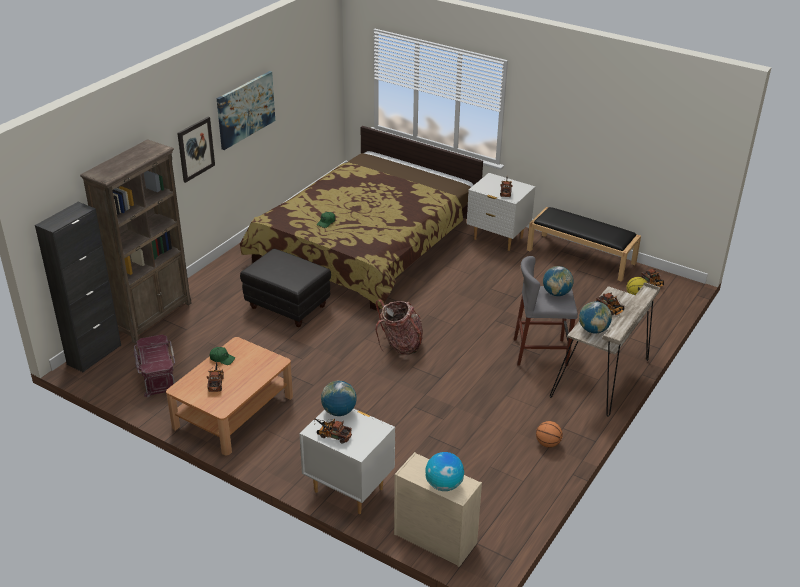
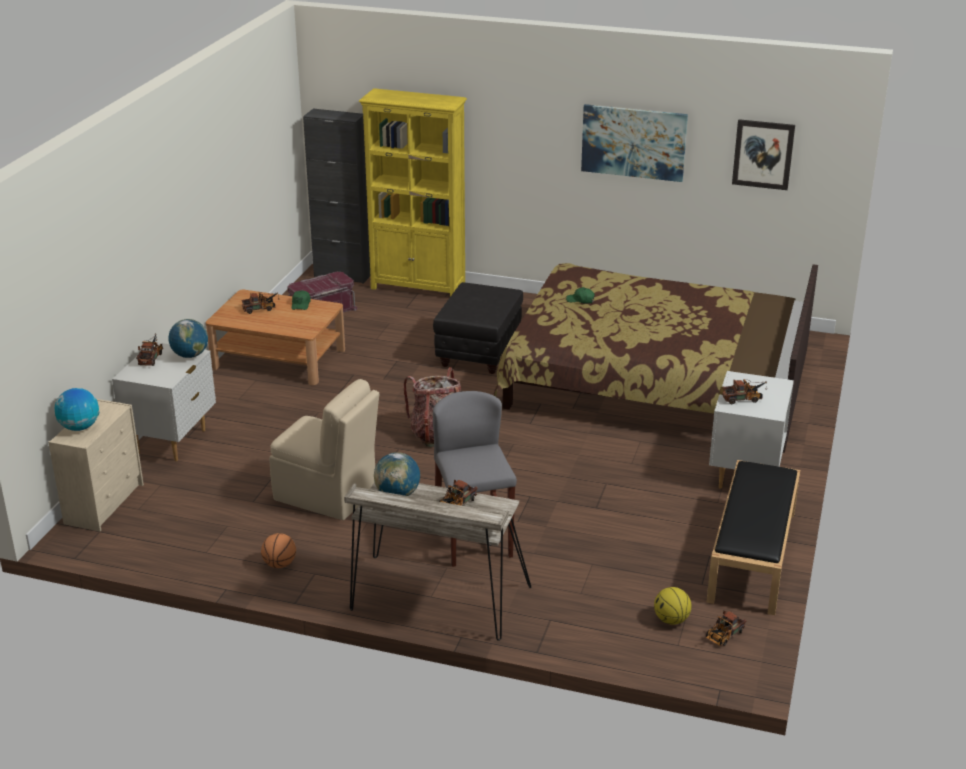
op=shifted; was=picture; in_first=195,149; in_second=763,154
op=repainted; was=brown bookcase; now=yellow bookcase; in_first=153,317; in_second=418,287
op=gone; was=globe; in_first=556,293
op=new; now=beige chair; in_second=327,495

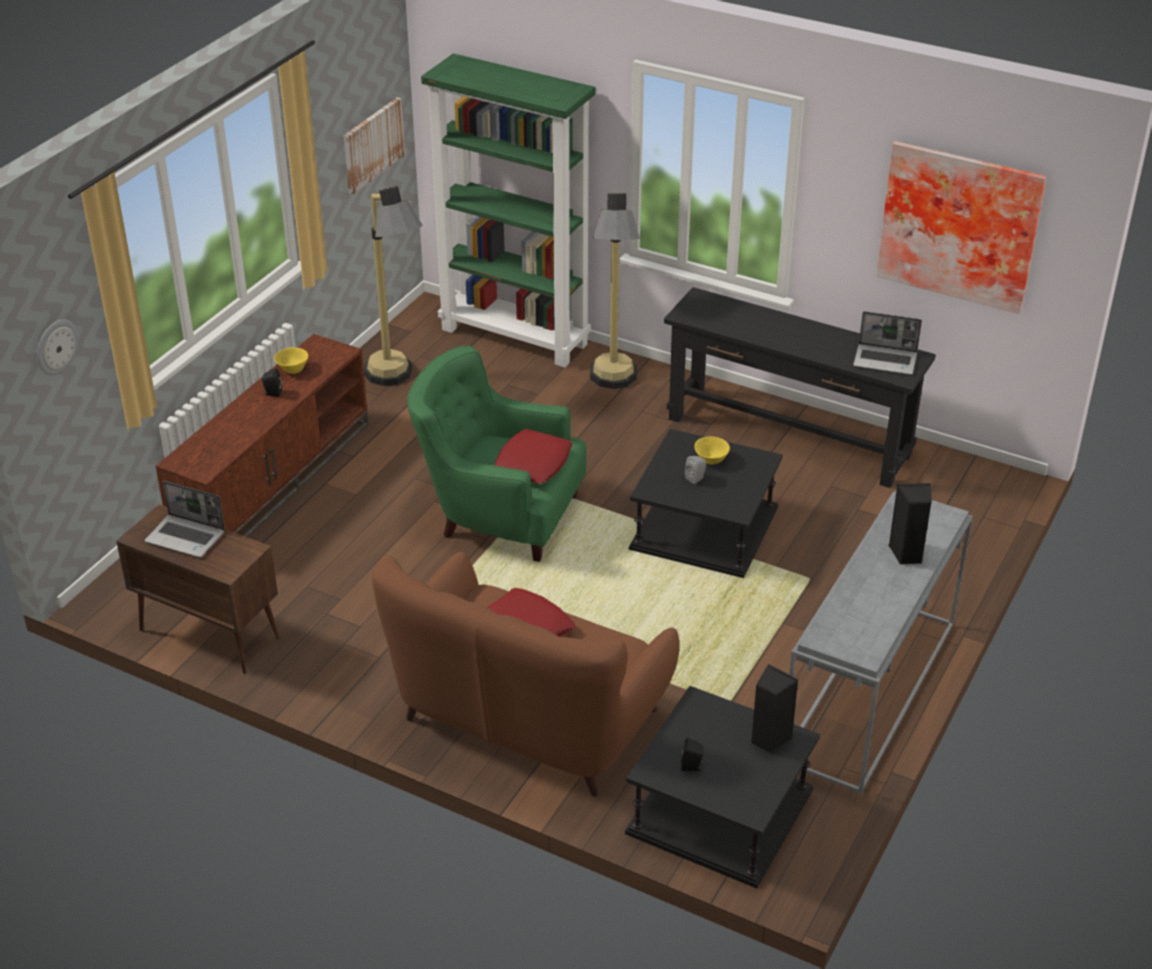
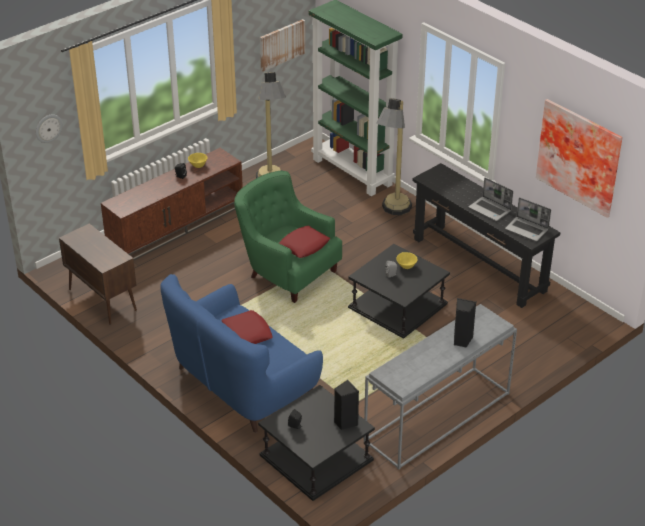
op=shifted; was=laptop; in_first=186,537; in_second=490,209
op=repainted; was=brown sofa; now=blue sofa; in_first=527,718; in_second=242,383

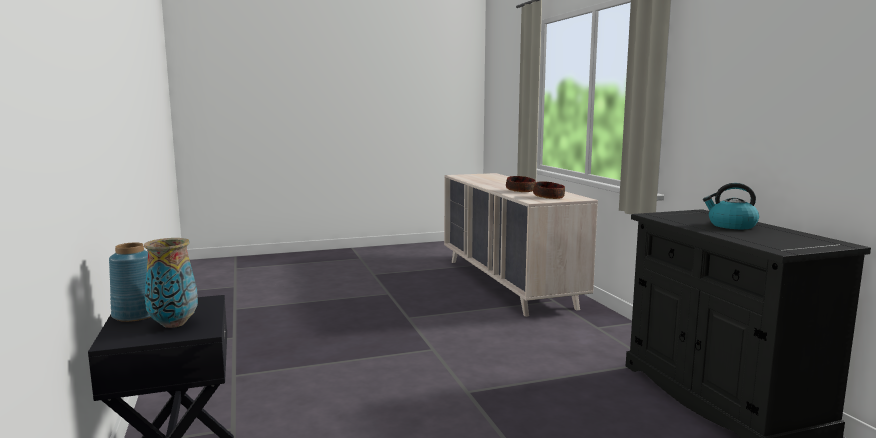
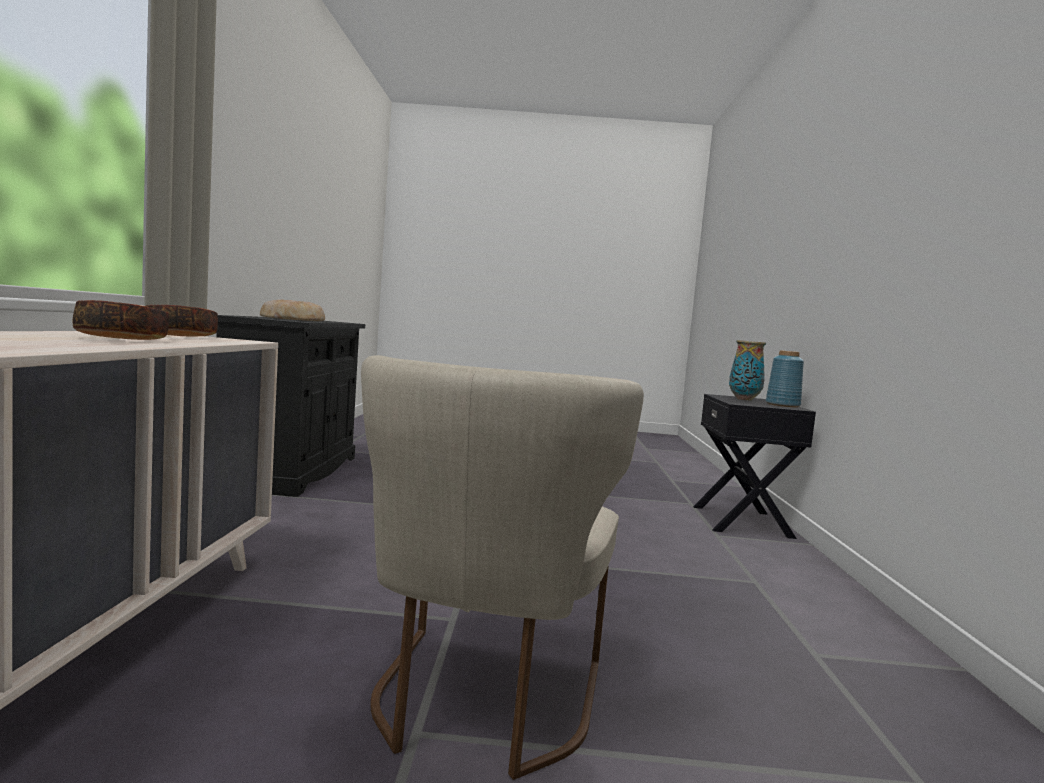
op=swapped; was=kettle; now=bread; in_first=731,225; in_second=292,319
op=new; now=beige chair; in_second=480,705

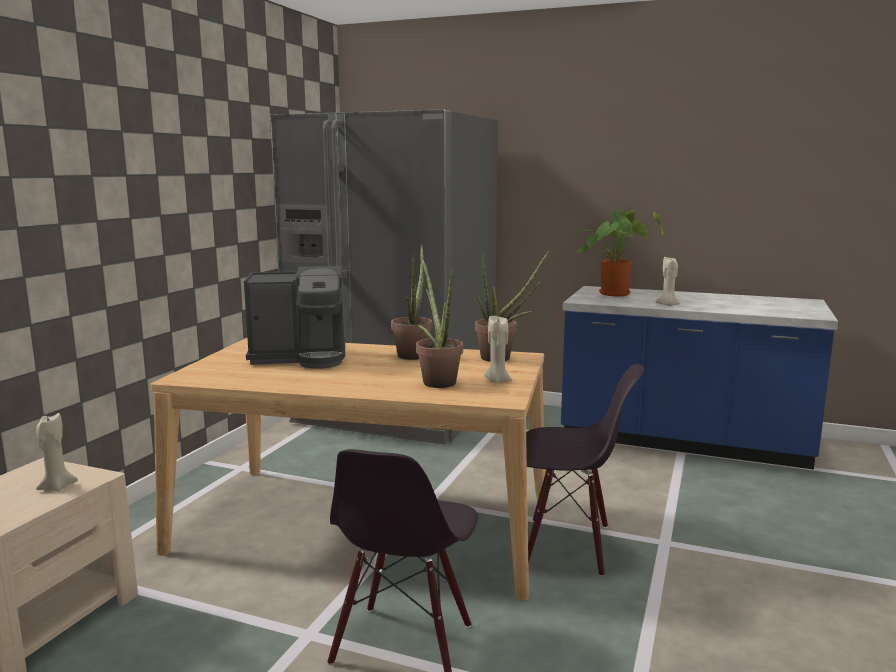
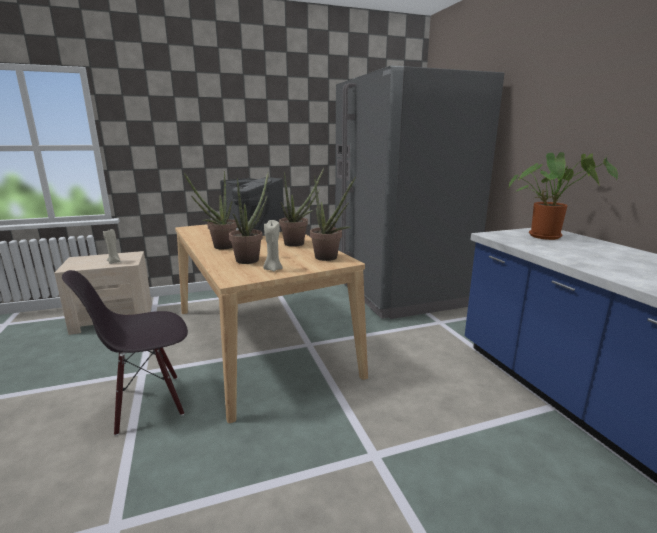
op=gone; was=beige candle; in_first=667,305
op=gone; was=black chair; in_first=567,545
op=new; now=potted plant; in_second=220,247

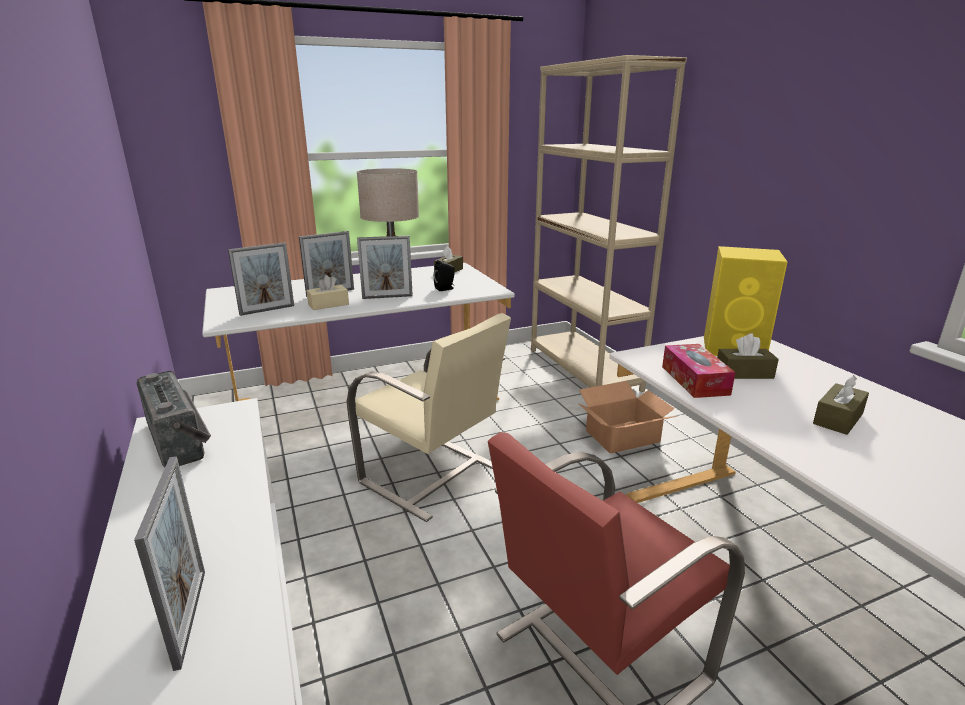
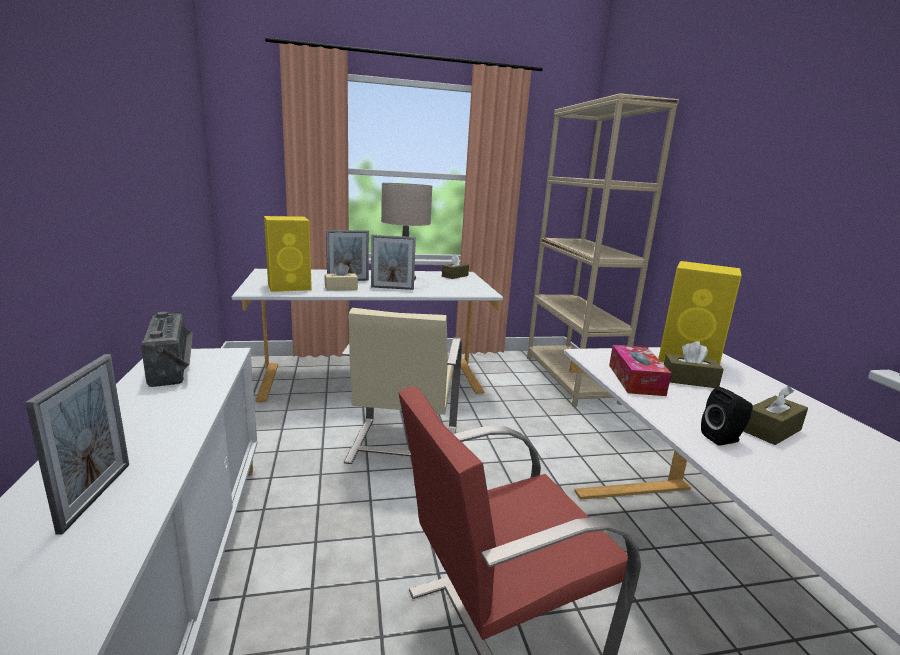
op=swapped; was=picture frame; now=yellow speaker; in_first=267,310; in_second=290,286
op=shifted; was=black speaker; in_first=445,289; in_second=723,439
op=rotated; was=beige chair; in_first=432,476; in_second=402,446; clockwise=45
op=gone; was=cardboard box; in_first=623,436

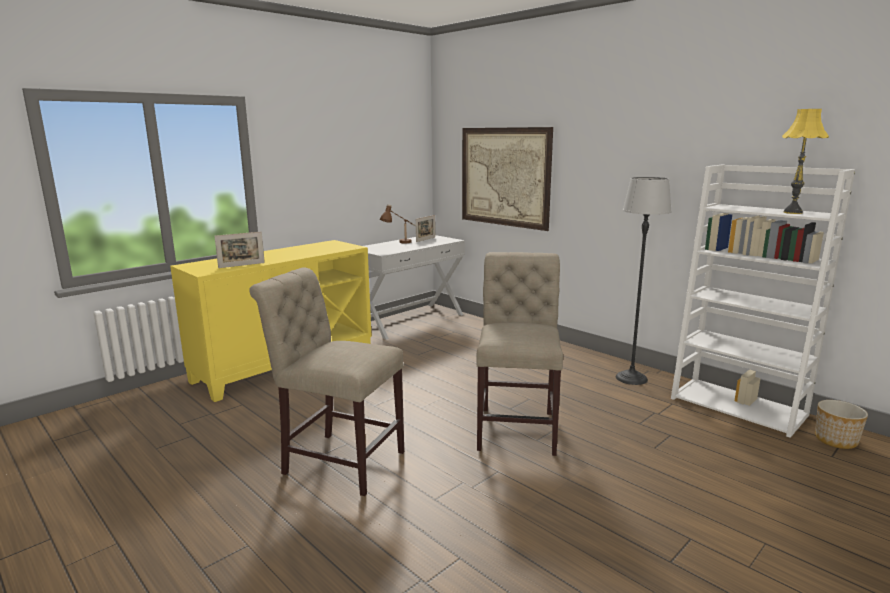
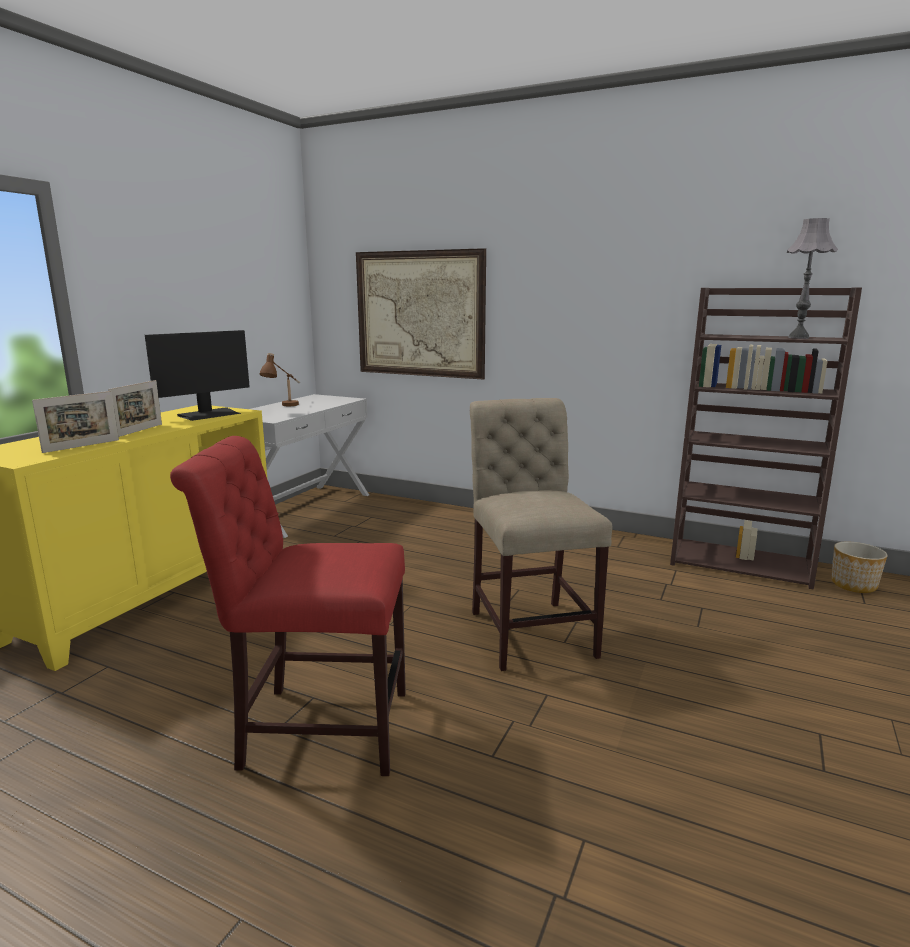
op=repainted; was=yellow table lamp; now=grey table lamp; in_first=792,212; in_second=798,338
op=repainted; was=white bookcase; now=brown bookcase; in_first=739,407; in_second=741,563
op=gone; was=floor lamp; in_first=631,378
op=shifted; was=picture frame; in_first=425,239; in_second=139,430
op=repainted; was=beige chair; now=red chair; in_first=338,460; in_second=316,727
op=new; now=monitor; in_second=209,414

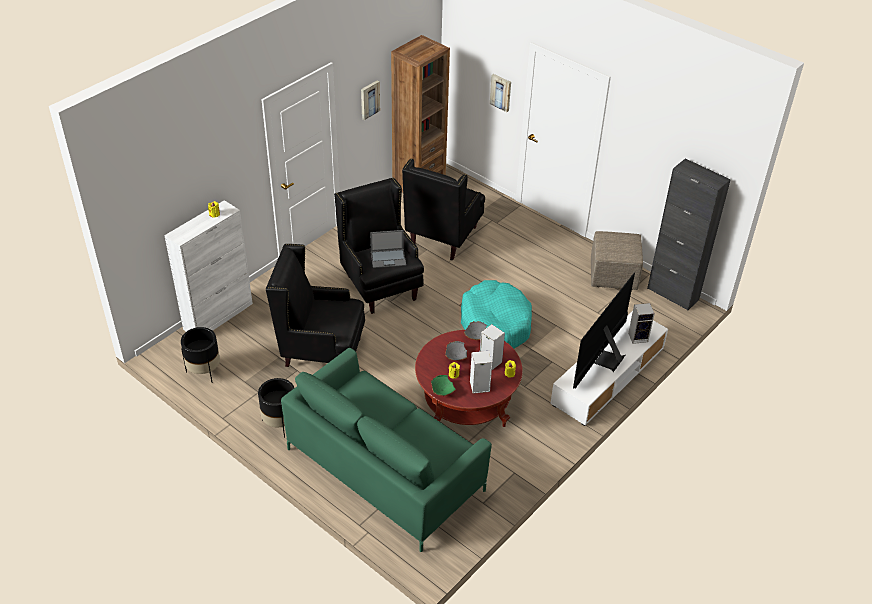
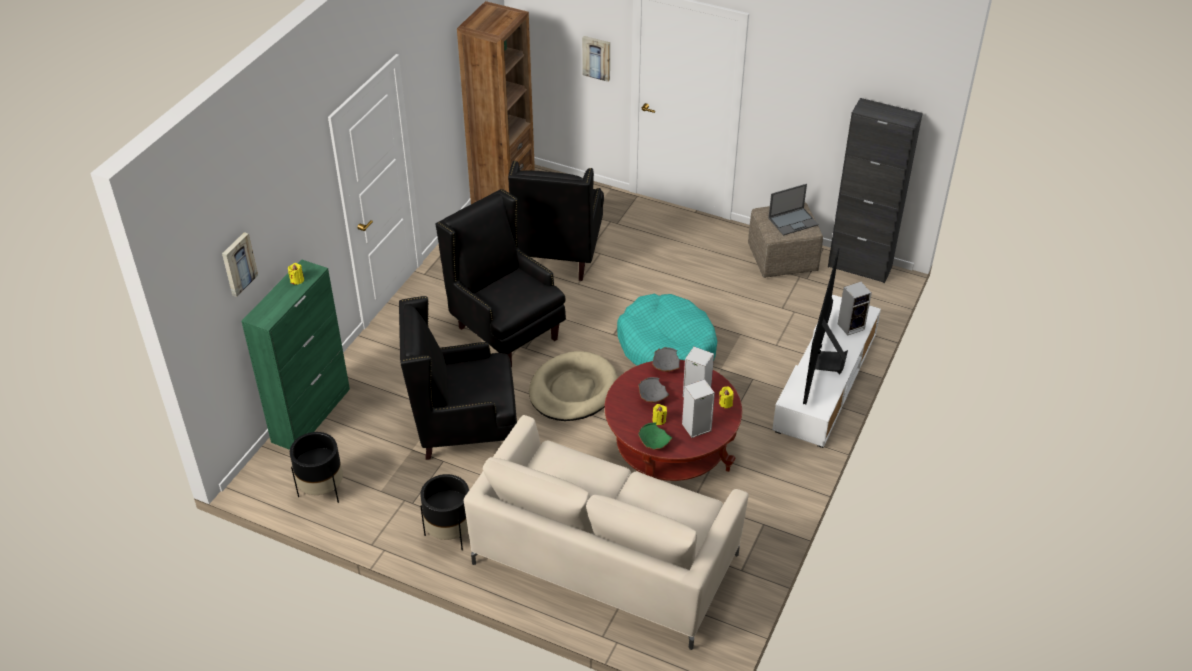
op=shifted; was=picture; in_first=369,99; in_second=238,263
op=repainted; was=white cabinet; now=green cabinet; in_first=218,316; in_second=311,415
op=shifted; was=laptop; in_first=388,258; in_second=793,221
op=repainted; was=green sofa; now=beige sofa; in_first=385,469; in_second=605,559
op=new; now=beige dog bed; in_second=573,390

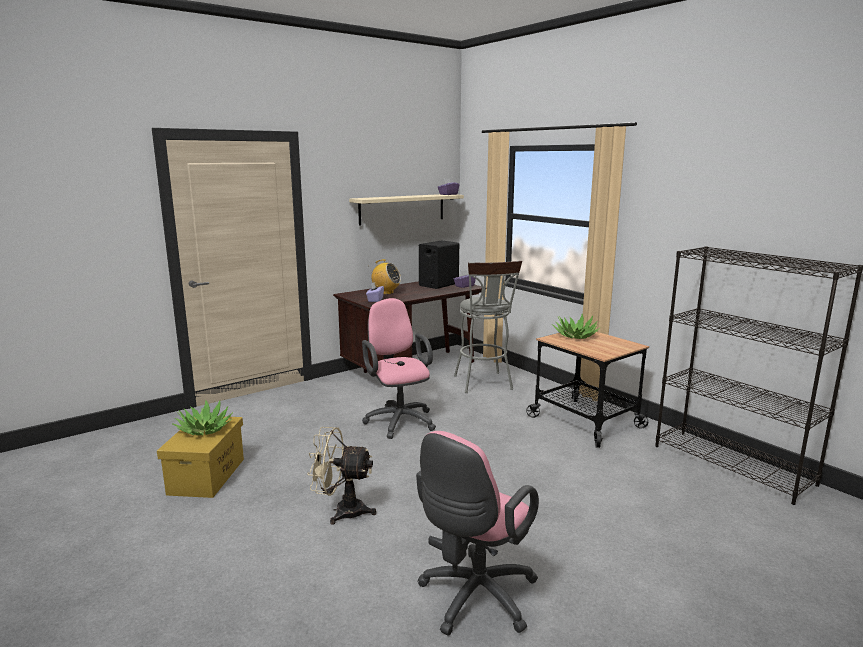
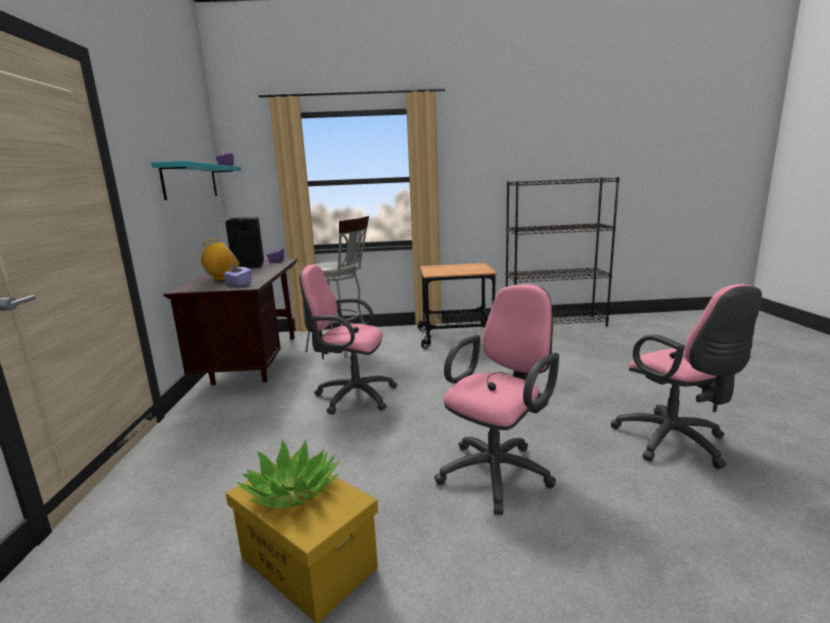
op=repainted; was=beige shelf; now=turquoise shelf; in_first=402,209; in_second=191,181
op=gone; was=potted plant; in_first=575,335
op=swapped; was=beige fan; now=pink office chair; in_first=342,511; in_second=498,471

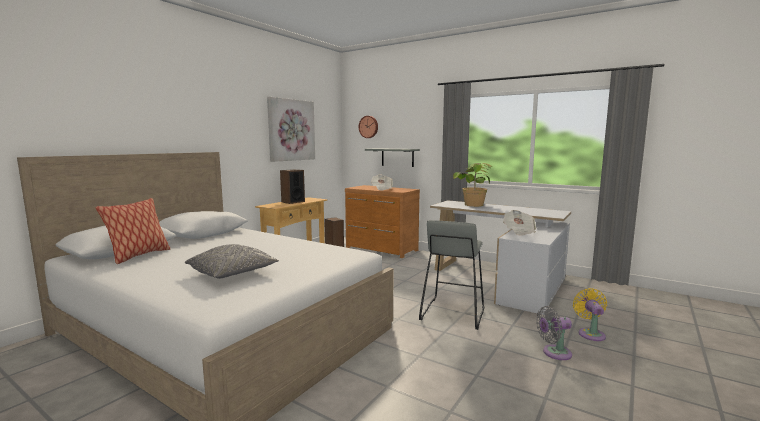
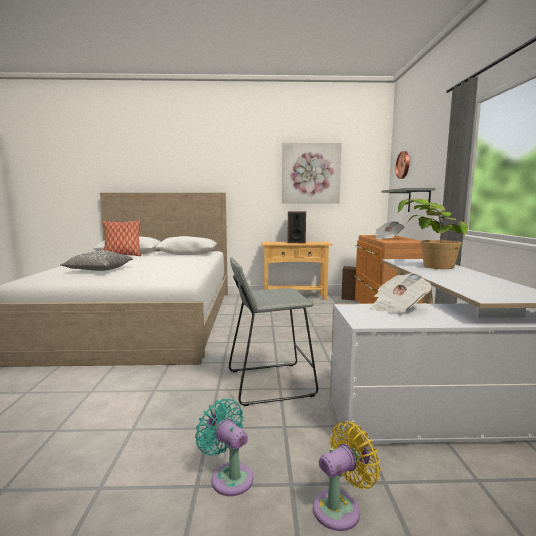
op=repainted; was=grey fan; now=turquoise fan; in_first=554,353; in_second=229,476

